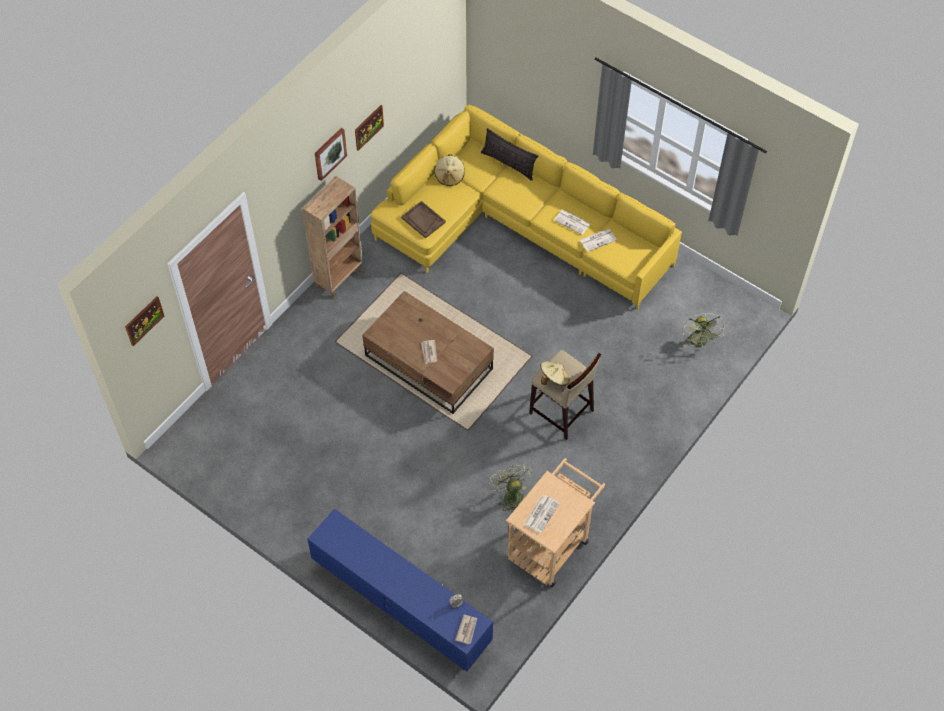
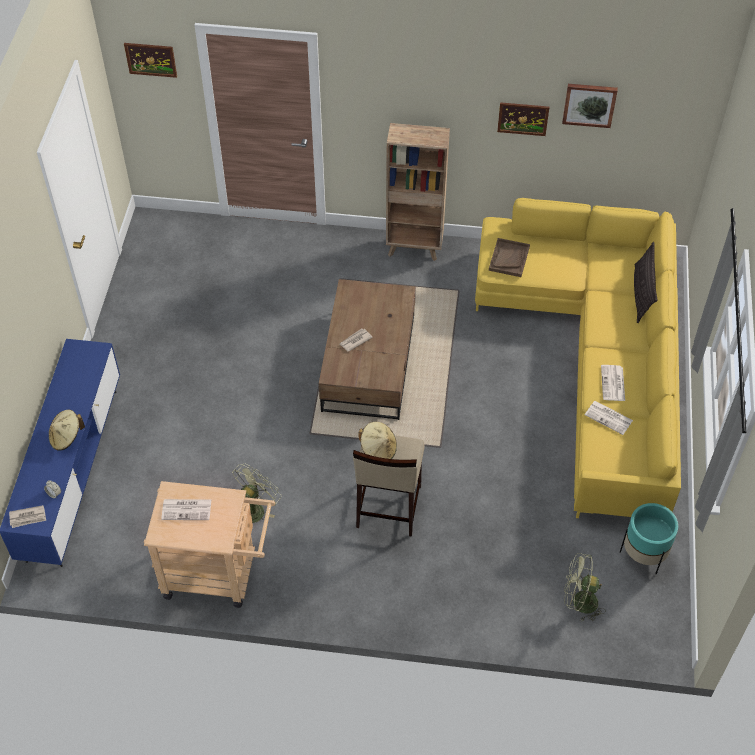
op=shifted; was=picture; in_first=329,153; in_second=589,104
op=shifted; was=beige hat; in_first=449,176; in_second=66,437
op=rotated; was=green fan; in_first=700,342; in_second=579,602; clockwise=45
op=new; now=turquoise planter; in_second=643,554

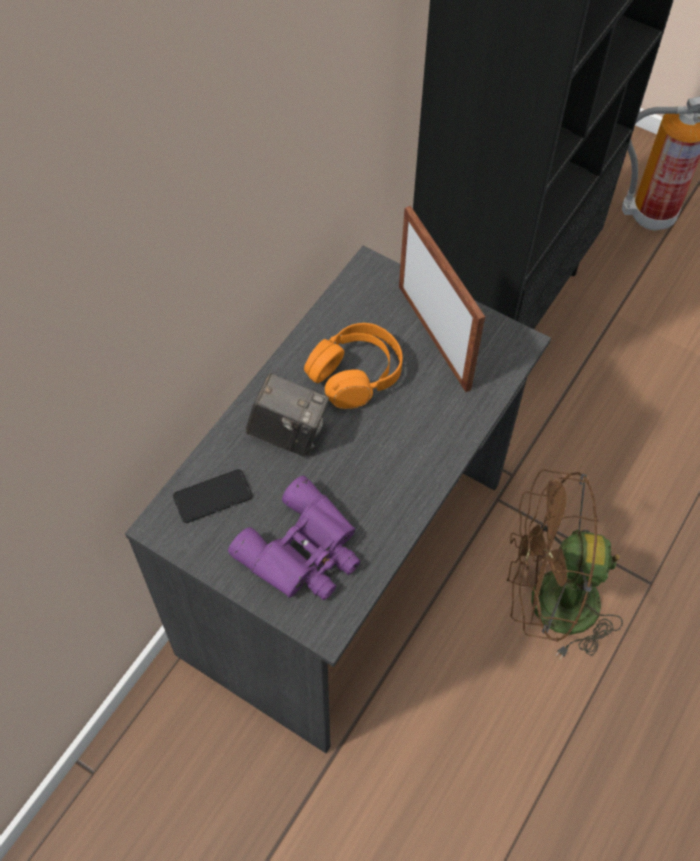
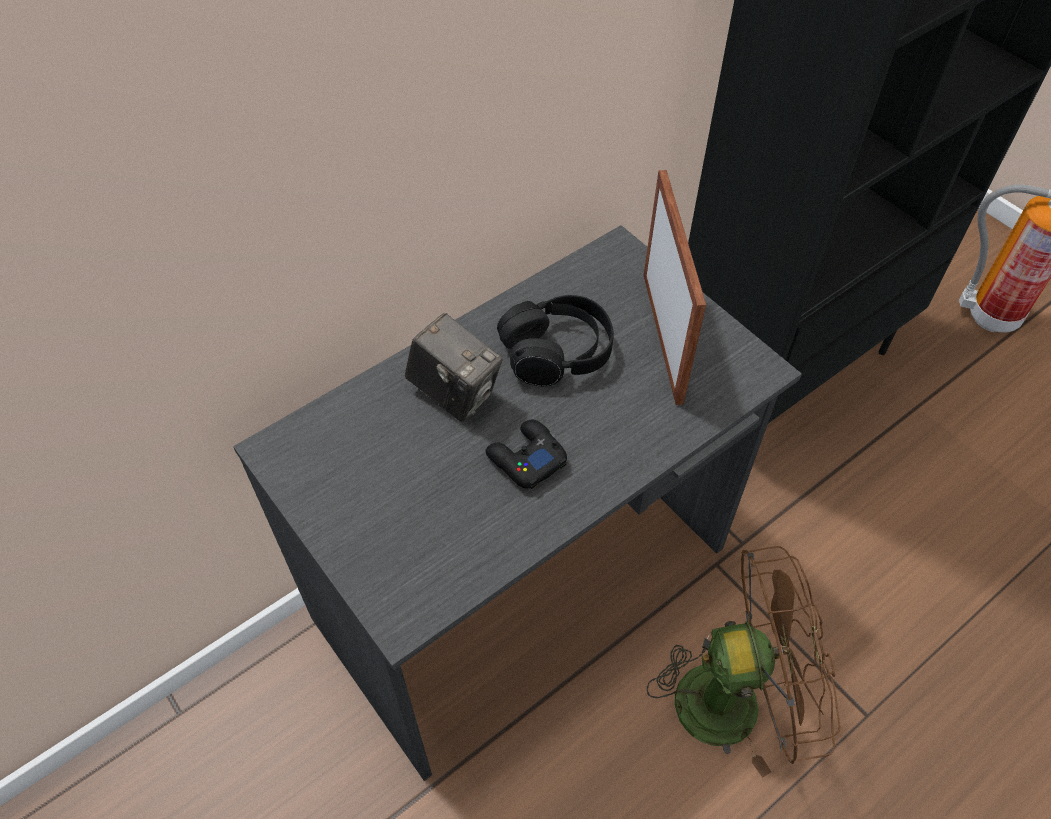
op=repainted; was=orange headphones; now=black headphones; in_first=355,374; in_second=557,352
op=gone; was=phone; in_first=212,496
op=rotated; was=brown fan; in_first=548,604; in_second=735,698; clockwise=150
op=gone; was=purple binoculars; in_first=305,552
op=new; now=black game controller; in_second=525,458

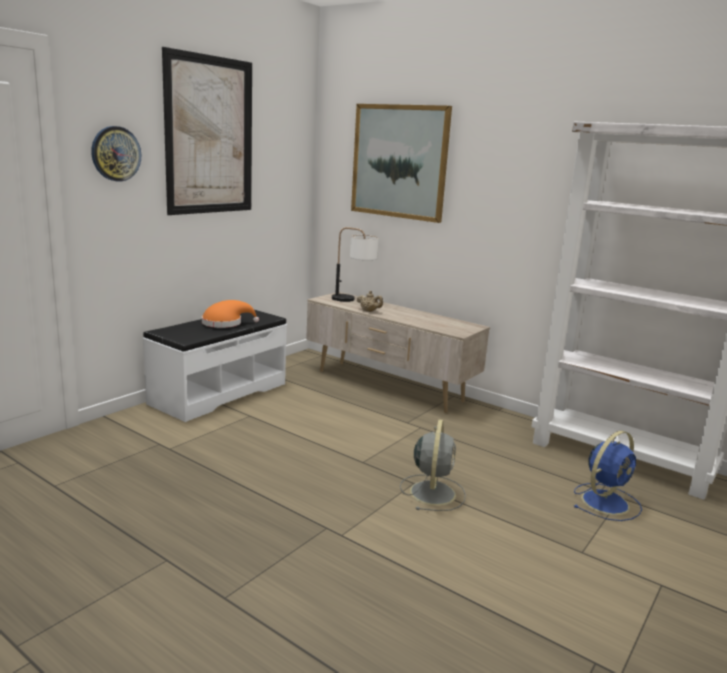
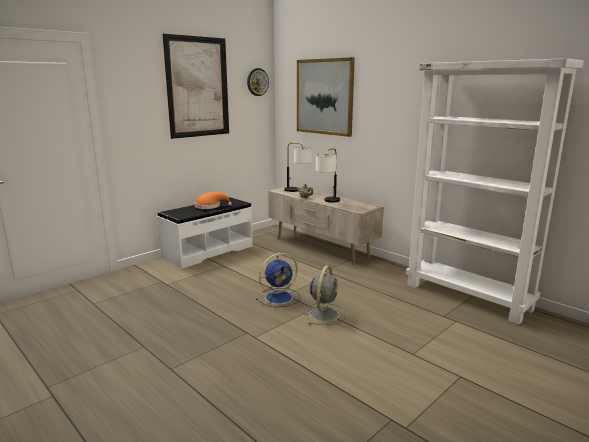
op=shifted; was=wall clock; in_first=115,153; in_second=257,82
op=shifted; was=blue fan; in_first=606,501; in_second=280,297
op=new; now=table lamp; in_second=328,202

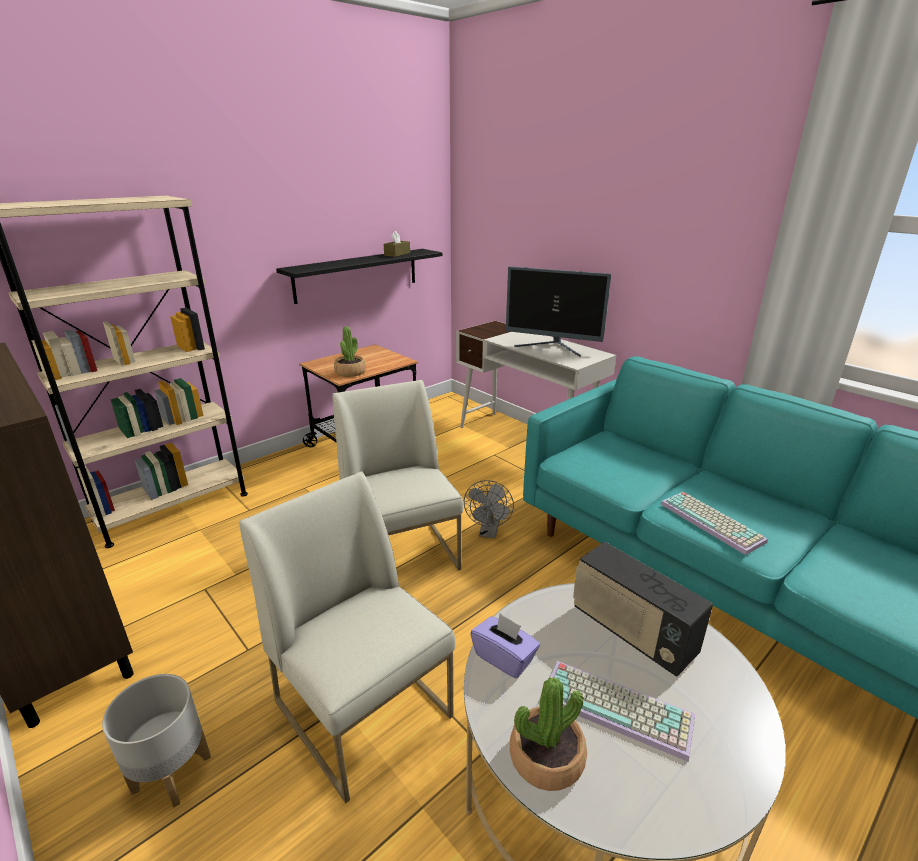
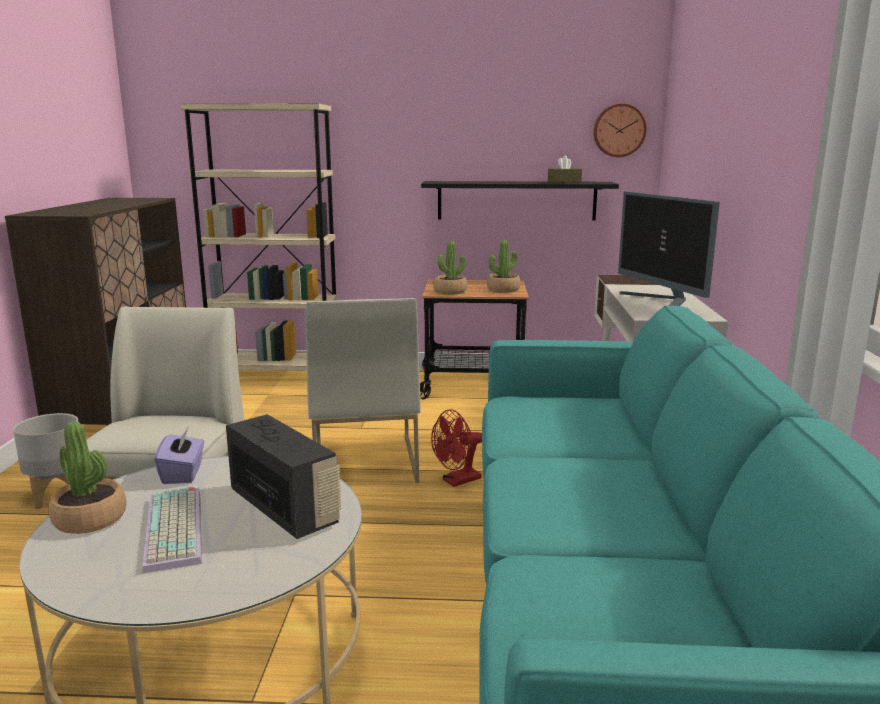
op=rotated; was=white chair; in_first=402,552; in_second=364,461; clockwise=150
op=repainted; was=grey fan; now=red fan; in_first=489,532; in_second=457,481
op=gone; was=keyboard; in_first=713,522
op=rotated; was=radio; in_first=631,632; in_second=285,508; clockwise=135
op=new; now=wall clock; in_second=619,130
op=new; now=potted plant; in_second=503,289

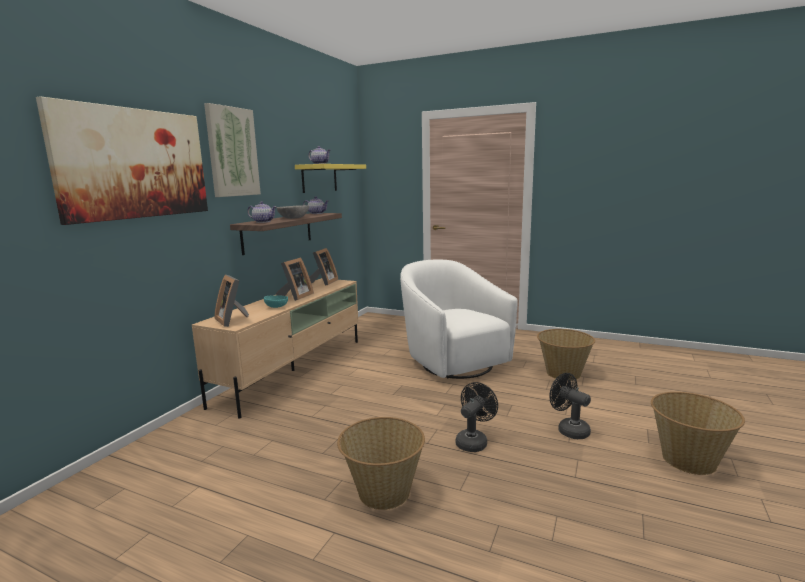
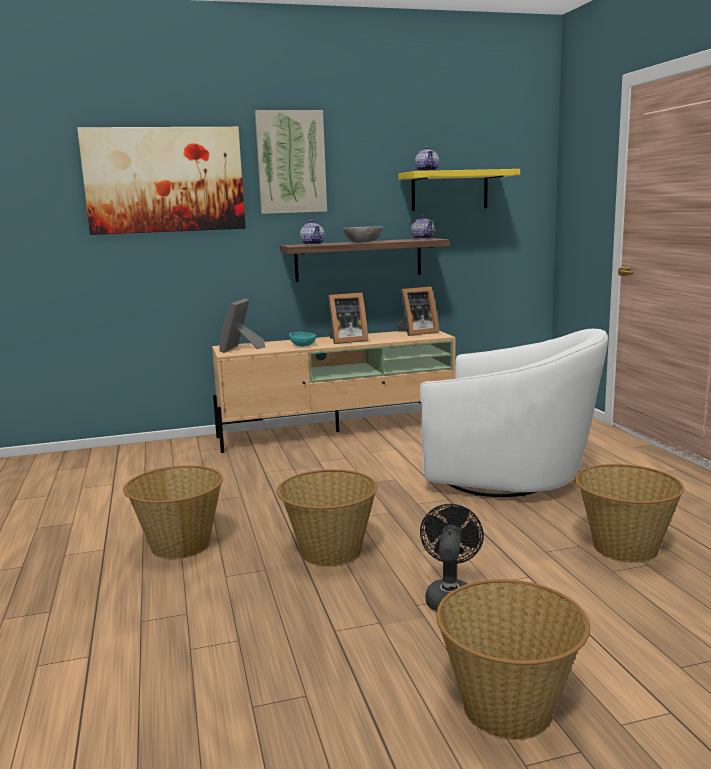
op=rotated; was=white armchair; in_first=452,361; in_second=509,479; clockwise=90
op=swapped; was=black fan; now=basket; in_first=473,441; in_second=329,552

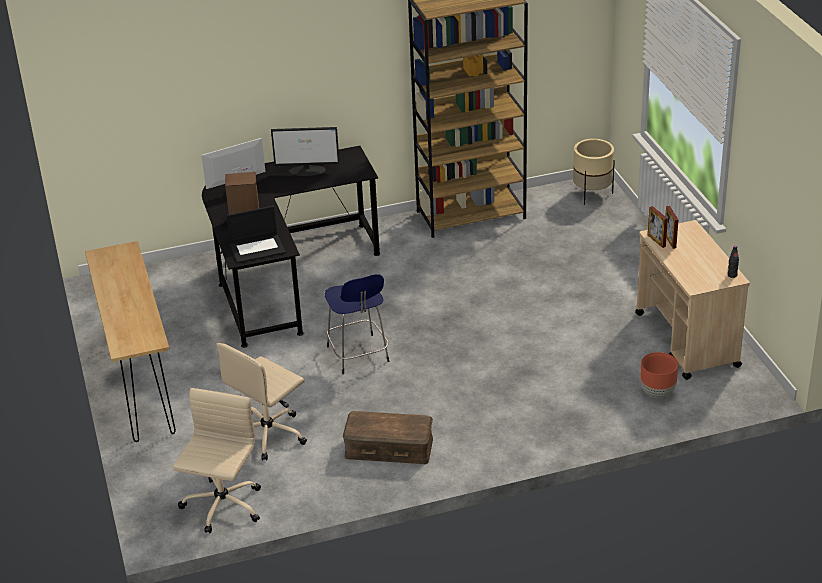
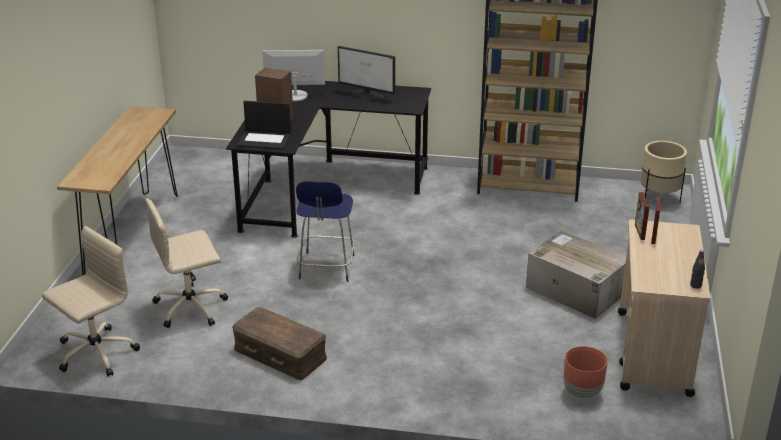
op=new; now=cardboard box; in_second=575,289

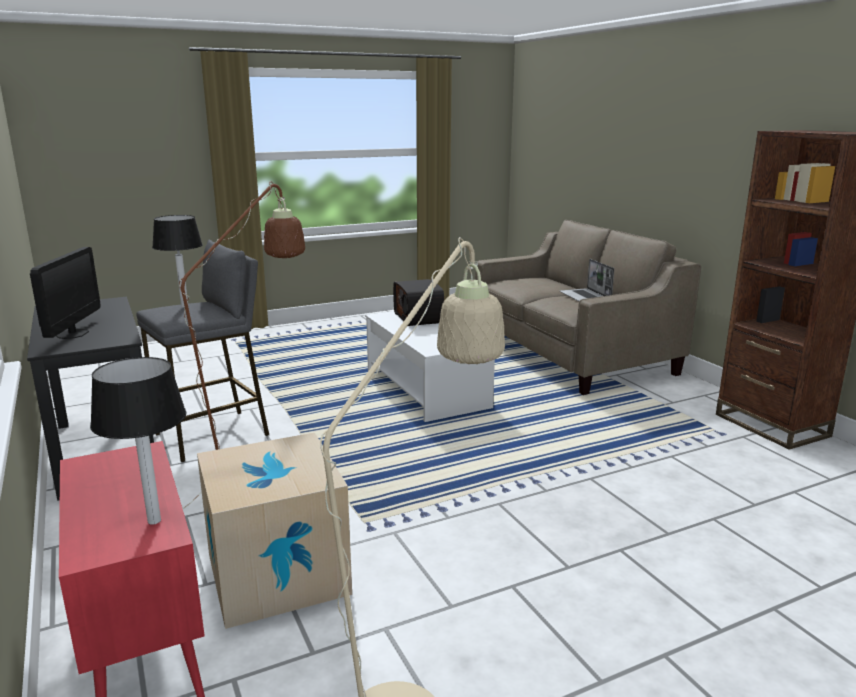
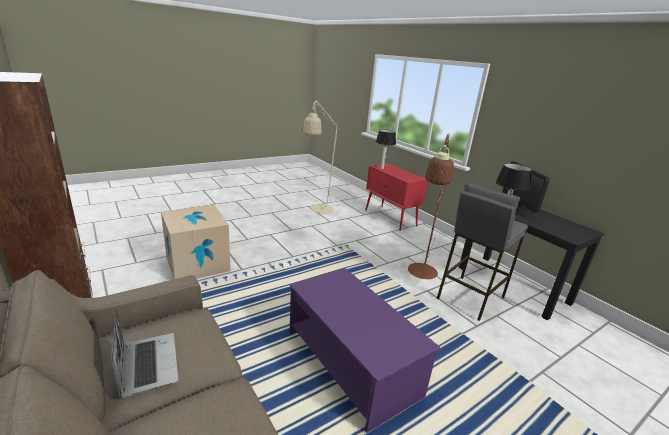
op=gone; was=radio; in_first=419,318
op=repainted; was=white coffee table; now=purple coffee table; in_first=427,389; in_second=350,361
op=shifted; was=cardboard box; in_first=277,574; in_second=197,264

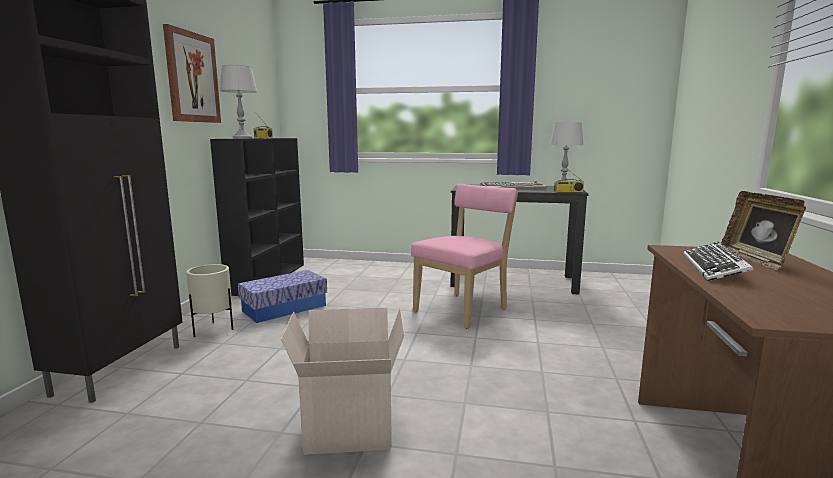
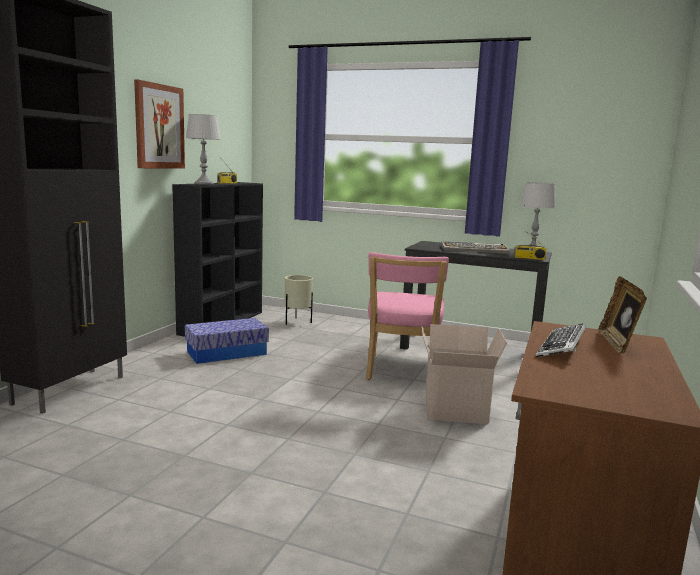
op=rotated; was=pink chair; in_first=464,309; in_second=401,372; clockwise=135
op=shifted; was=beige planter; in_first=213,330; in_second=297,322
op=shifted; was=cardboard box; in_first=347,431; in_second=454,411

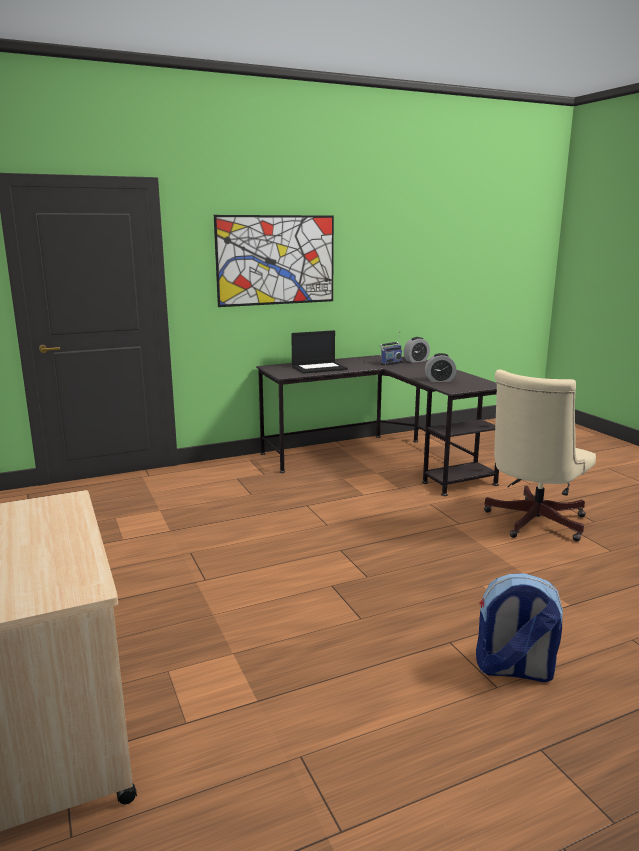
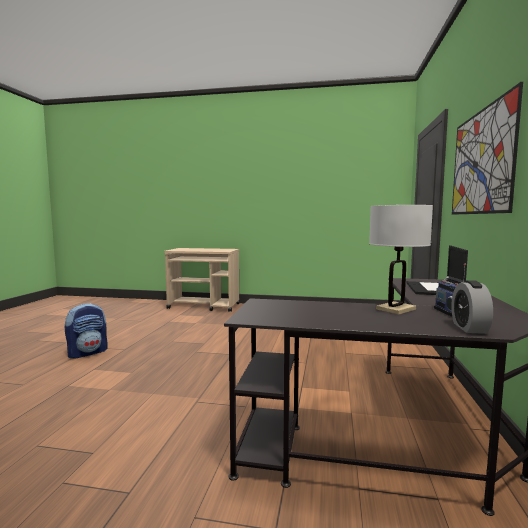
op=gone; was=alarm clock; in_first=439,380
op=gone; was=beige office chair; in_first=532,523
op=new; now=white table lamp; in_second=396,309

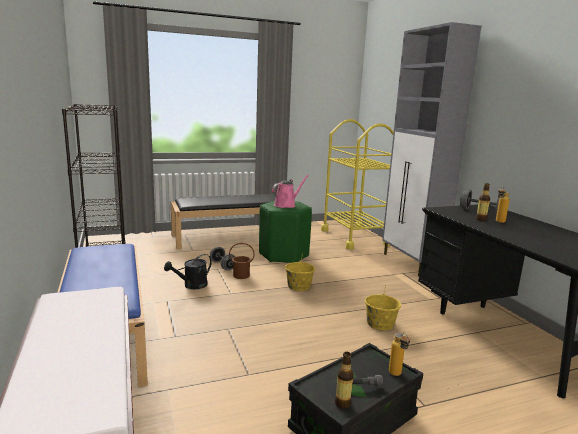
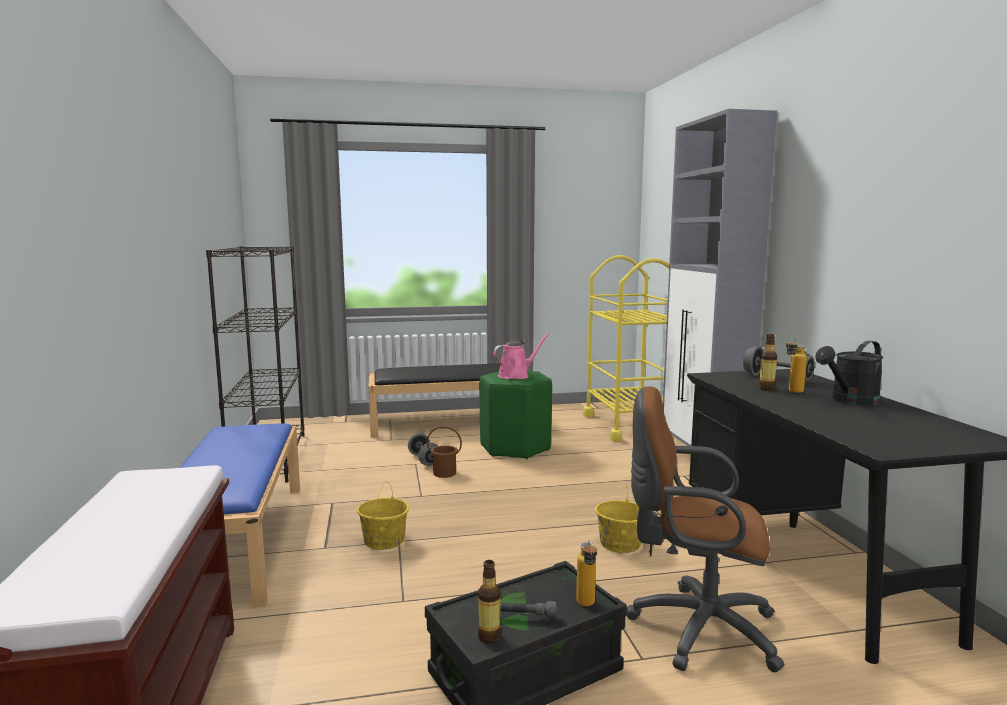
op=shifted; was=yellow bucket; in_first=299,286; in_second=384,540
op=shifted; was=black watering can; in_first=191,286; in_second=850,401
op=new; now=brown office chair; in_second=696,628

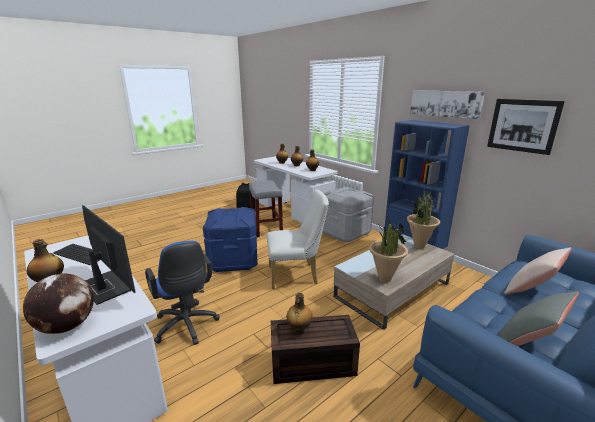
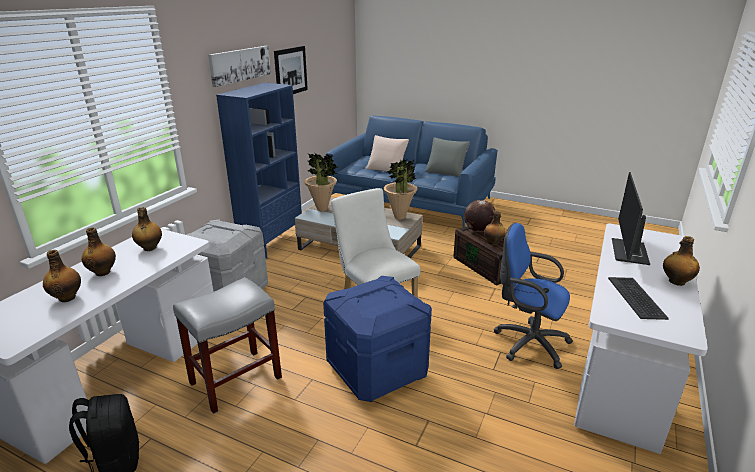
op=rotated; was=blue office chair; in_first=187,327; in_second=527,342; clockwise=-90
op=shifted; was=globe; in_first=68,326; in_second=478,230

